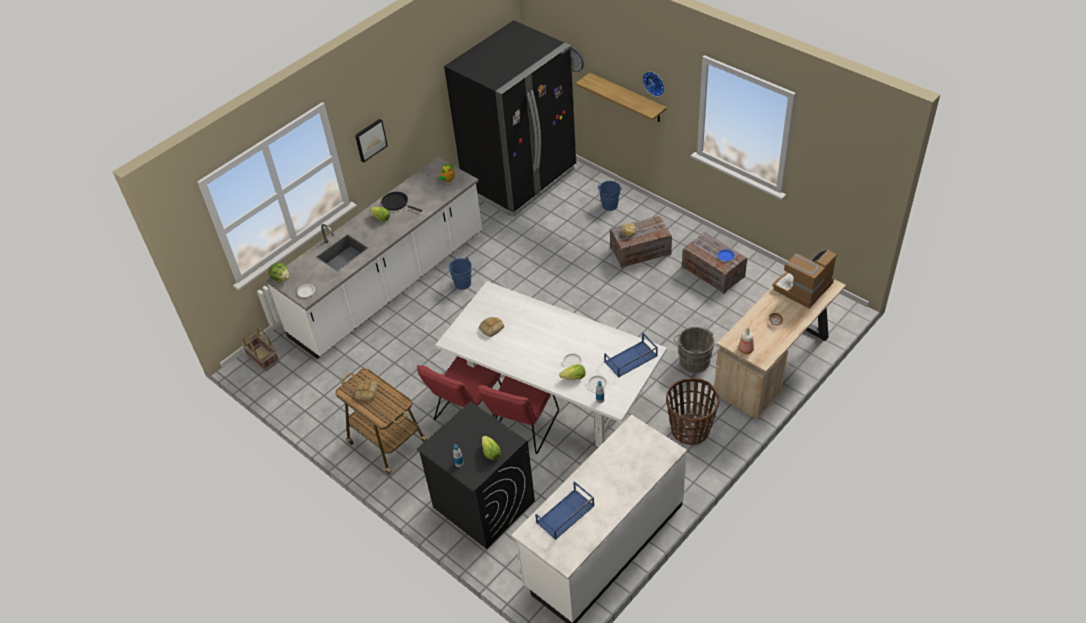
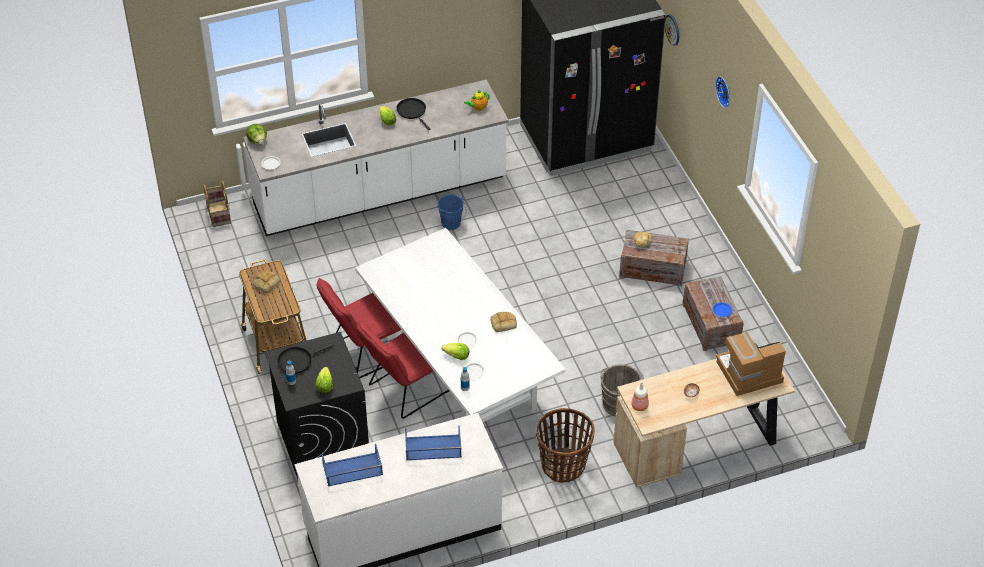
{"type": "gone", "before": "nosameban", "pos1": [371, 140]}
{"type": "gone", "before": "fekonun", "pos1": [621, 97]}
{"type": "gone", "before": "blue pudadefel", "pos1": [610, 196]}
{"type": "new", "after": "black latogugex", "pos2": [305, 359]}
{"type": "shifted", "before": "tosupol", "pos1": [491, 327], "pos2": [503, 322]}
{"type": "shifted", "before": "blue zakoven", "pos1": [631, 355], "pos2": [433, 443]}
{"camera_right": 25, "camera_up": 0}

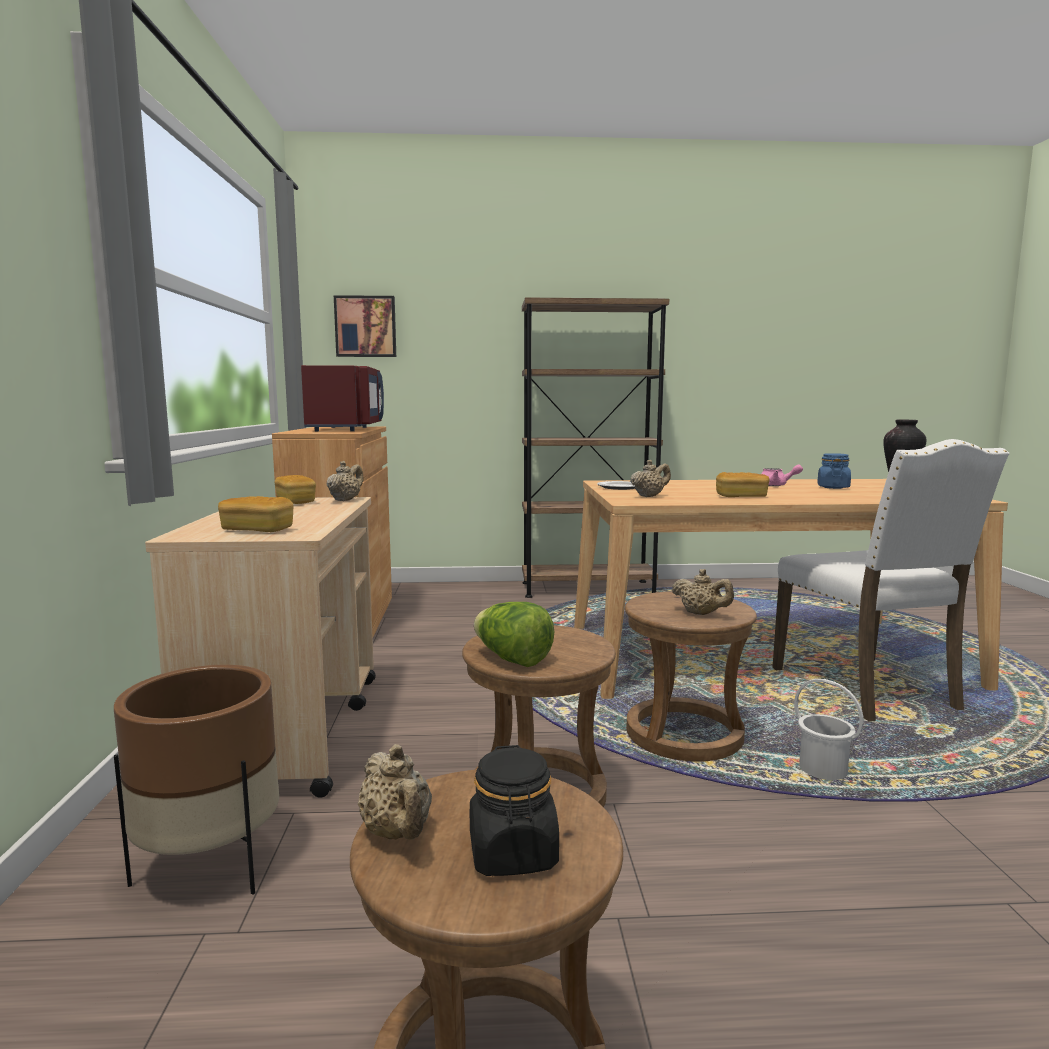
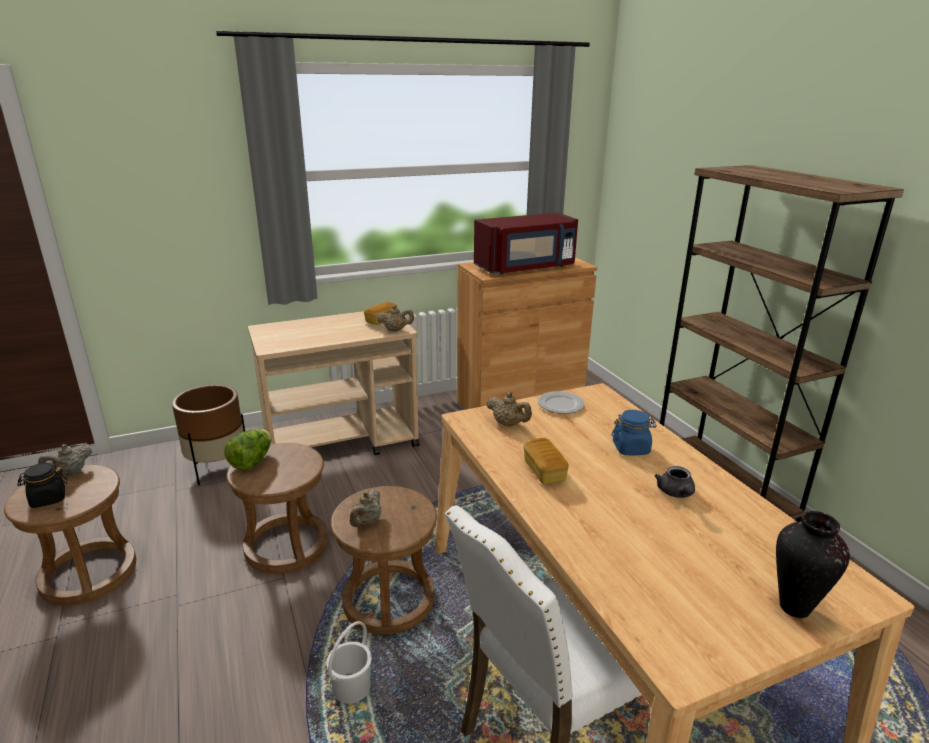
{"type": "gone", "before": "tosupol", "pos1": [256, 514]}
{"type": "gone", "before": "nosameban", "pos1": [365, 326]}
{"type": "shifted", "before": "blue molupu", "pos1": [834, 471], "pos2": [634, 432]}
{"type": "repainted", "before": "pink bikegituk", "after": "grey bikegituk", "pos1": [782, 475], "pos2": [674, 482]}
{"camera_right": 70, "camera_up": 15}

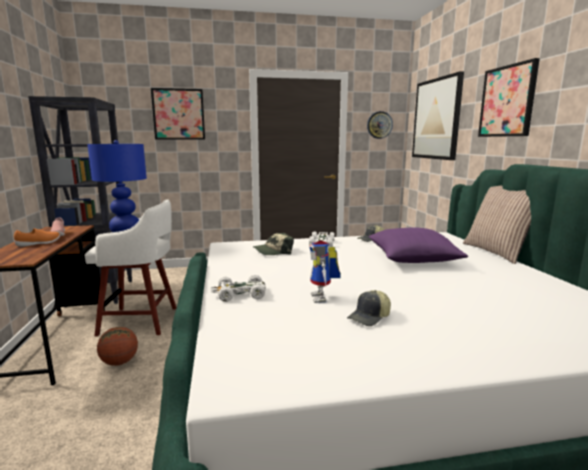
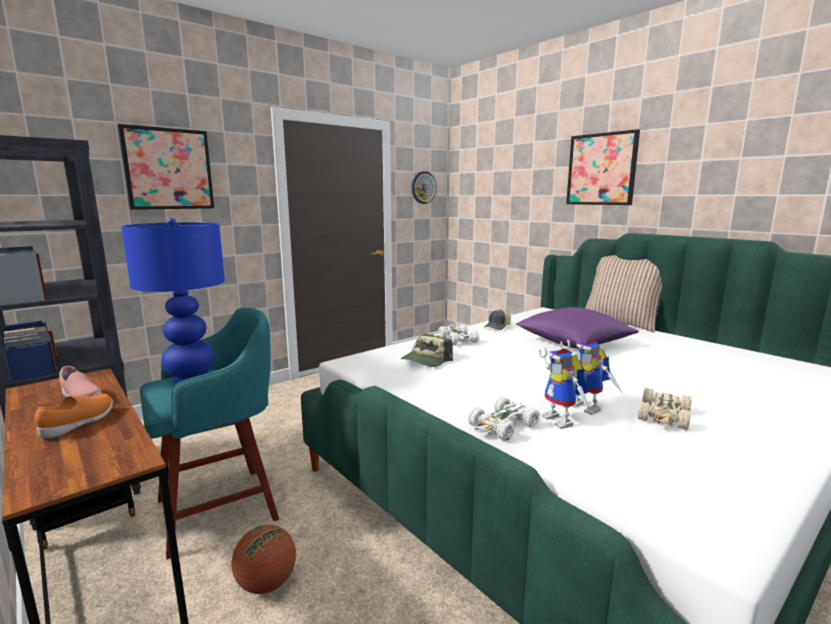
{"type": "gone", "before": "nosameban", "pos1": [438, 115]}
{"type": "new", "after": "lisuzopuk", "pos2": [564, 388]}
{"type": "swapped", "before": "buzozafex", "after": "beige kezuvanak", "pos1": [369, 308], "pos2": [665, 409]}
{"type": "repainted", "before": "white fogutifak", "after": "turquoise fogutifak", "pos1": [131, 267], "pos2": [209, 434]}
{"camera_right": -30, "camera_up": 0}

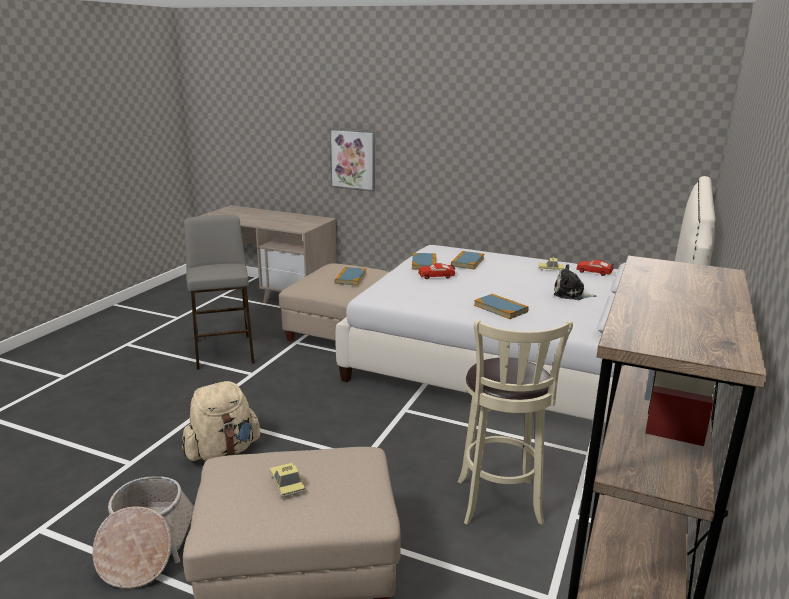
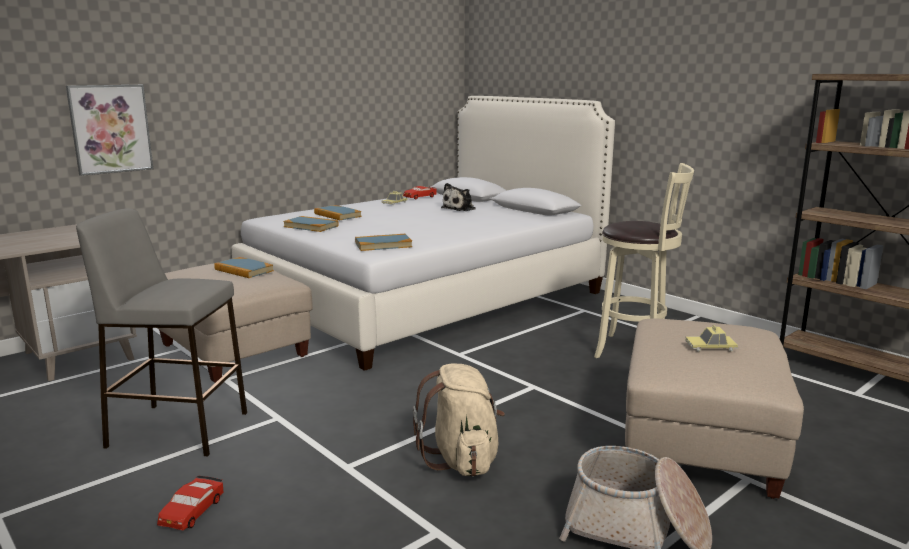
{"type": "shifted", "before": "red kezuvanak", "pos1": [437, 271], "pos2": [190, 503]}
{"type": "shifted", "before": "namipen", "pos1": [501, 306], "pos2": [383, 242]}
{"camera_right": -65, "camera_up": -5}

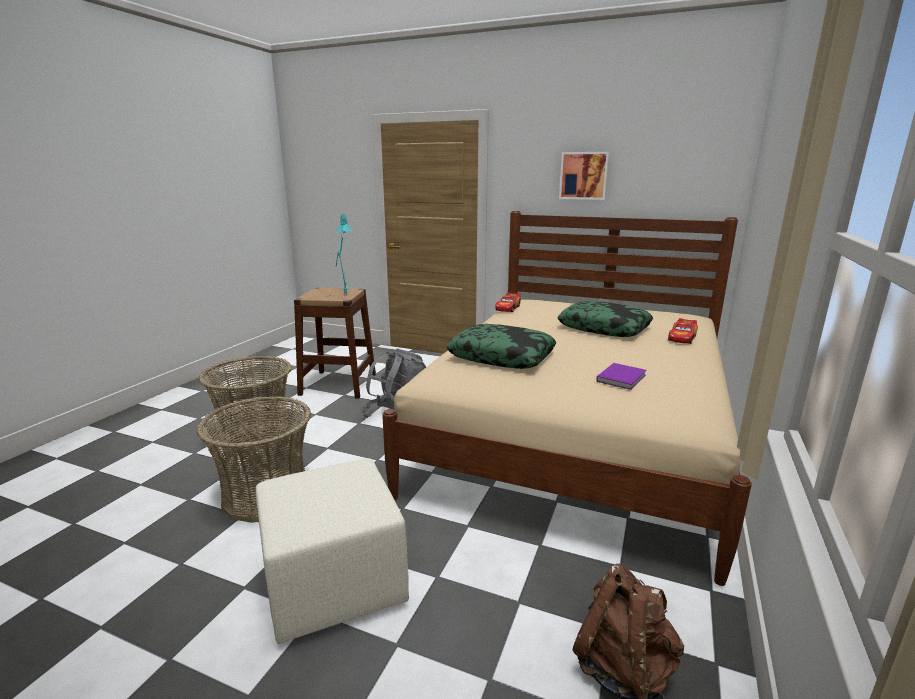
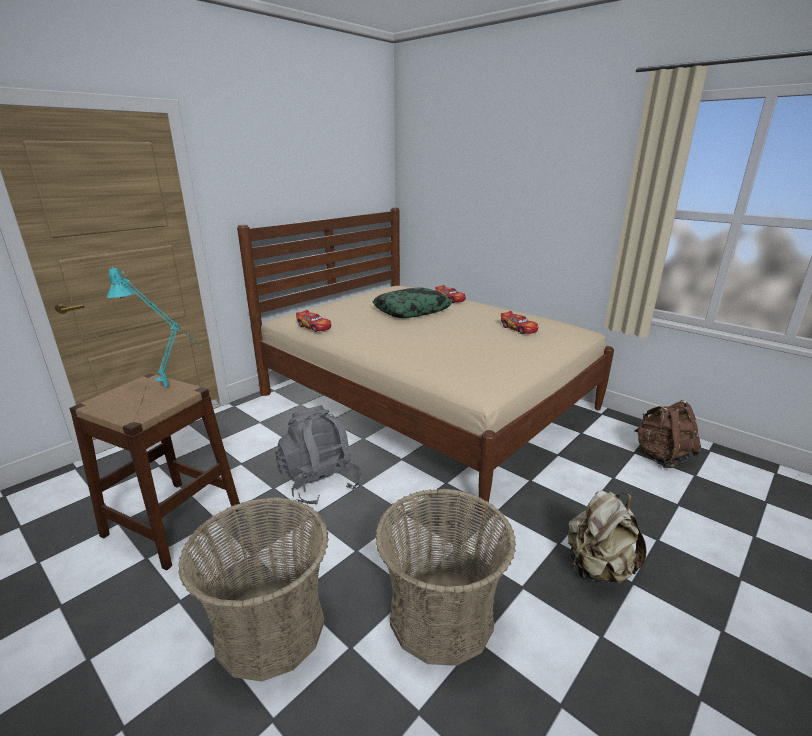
{"type": "gone", "before": "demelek", "pos1": [502, 346]}
{"type": "gone", "before": "nosameban", "pos1": [584, 176]}
{"type": "swapped", "before": "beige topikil", "after": "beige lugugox", "pos1": [332, 551], "pos2": [607, 536]}
{"type": "swapped", "before": "purple namipen", "after": "kezuvanak", "pos1": [621, 376], "pos2": [519, 322]}
{"camera_right": -70, "camera_up": 5}

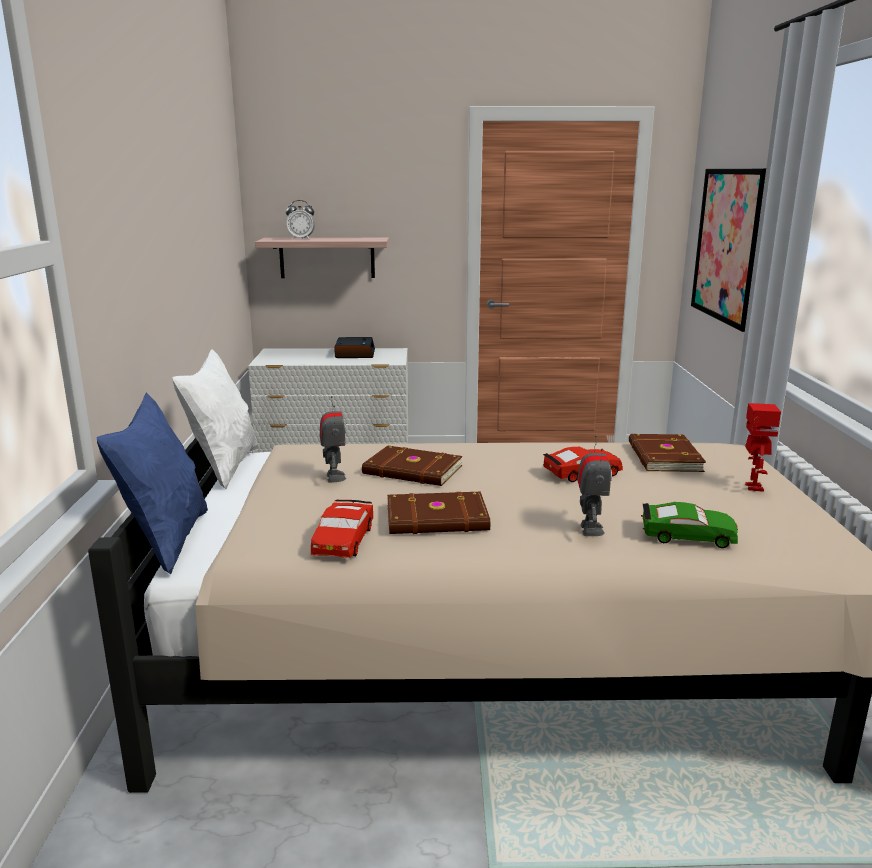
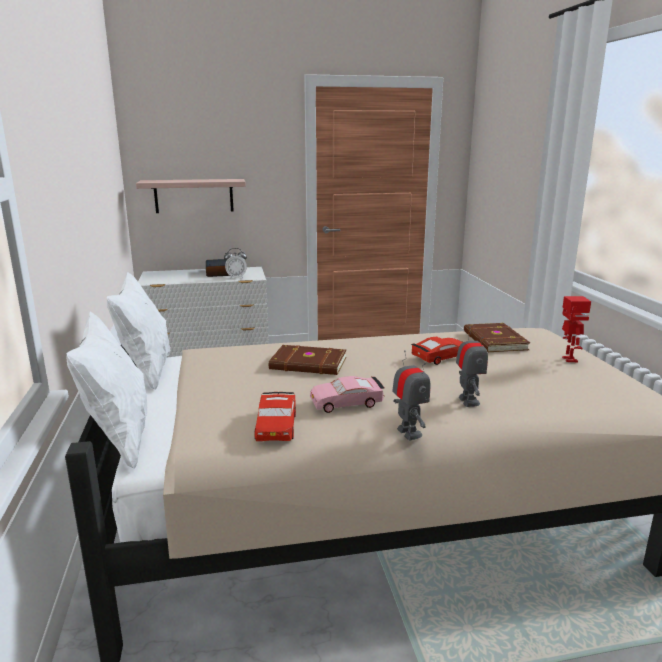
{"type": "gone", "before": "green kezuvanak", "pos1": [689, 525]}
{"type": "gone", "before": "nosameban", "pos1": [728, 250]}
{"type": "shifted", "before": "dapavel", "pos1": [300, 220], "pos2": [235, 263]}
{"type": "shifted", "before": "lisuzopuk", "pos1": [333, 439], "pos2": [411, 395]}
{"type": "swapped", "before": "brown namipen", "after": "pink kezuvanak", "pos1": [438, 513], "pos2": [347, 394]}
{"type": "repainted", "before": "blue demelek", "after": "white demelek", "pos1": [152, 483], "pos2": [106, 390]}
{"camera_right": -10, "camera_up": 0}

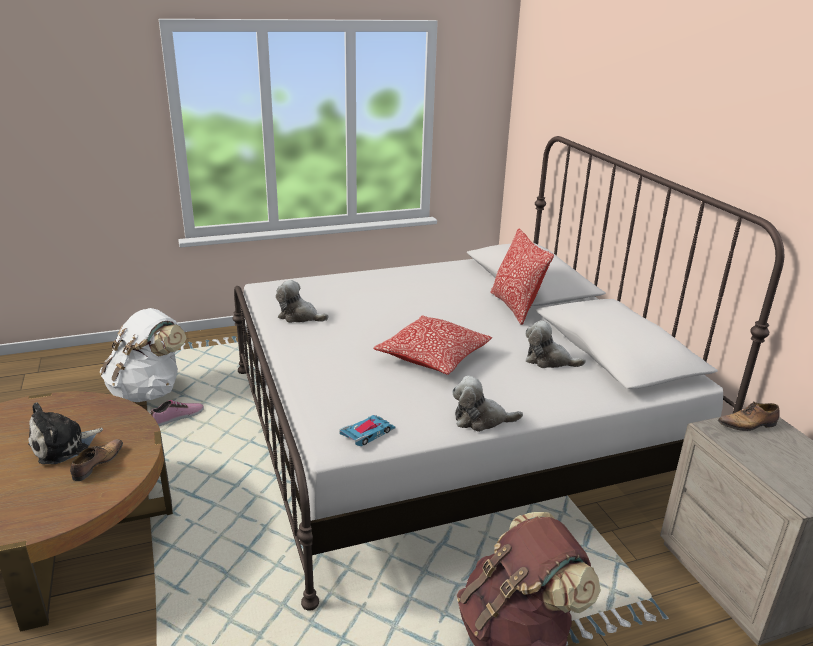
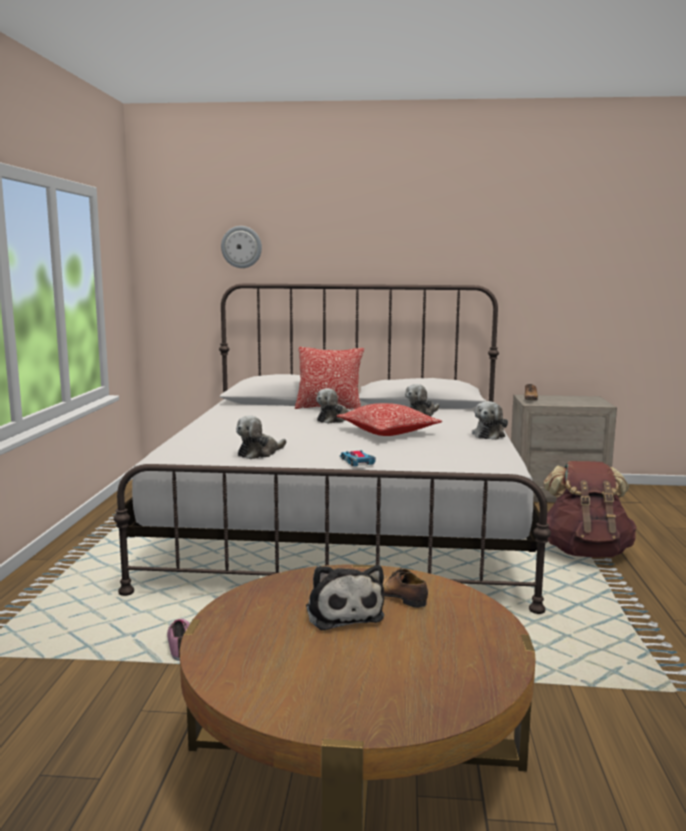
{"type": "gone", "before": "white lugugox", "pos1": [143, 355]}
{"type": "new", "after": "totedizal", "pos2": [241, 247]}
{"type": "new", "after": "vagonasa", "pos2": [335, 406]}
{"type": "shifted", "before": "kezuvanak", "pos1": [367, 430], "pos2": [358, 458]}
{"camera_right": -65, "camera_up": -15}

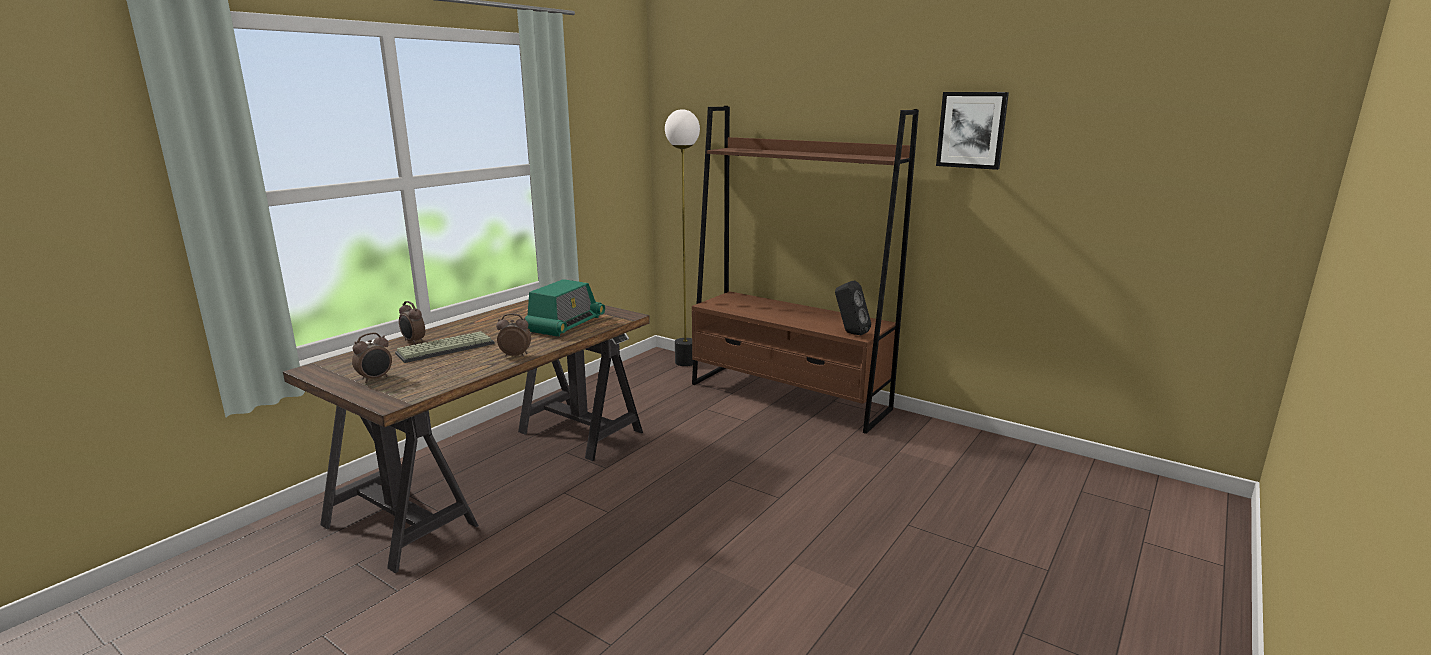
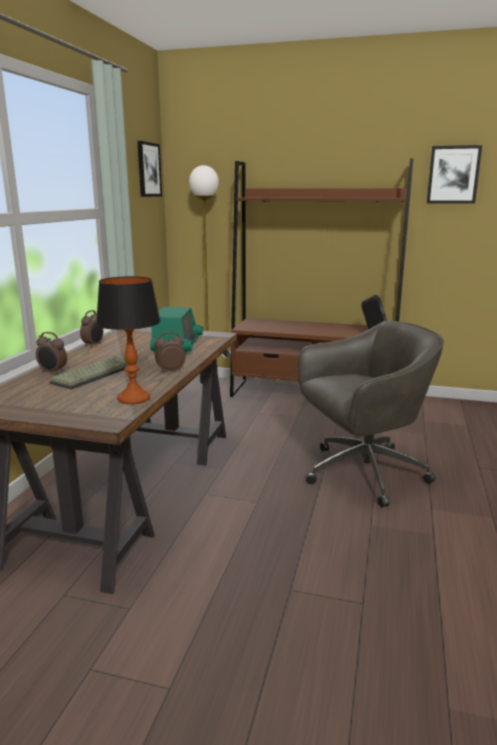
{"type": "new", "after": "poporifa", "pos2": [128, 340]}
{"type": "new", "after": "nosameban", "pos2": [149, 169]}
{"type": "new", "after": "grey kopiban", "pos2": [371, 414]}
{"type": "shifted", "before": "dapavel", "pos1": [372, 358], "pos2": [91, 328]}
{"camera_right": -20, "camera_up": 0}

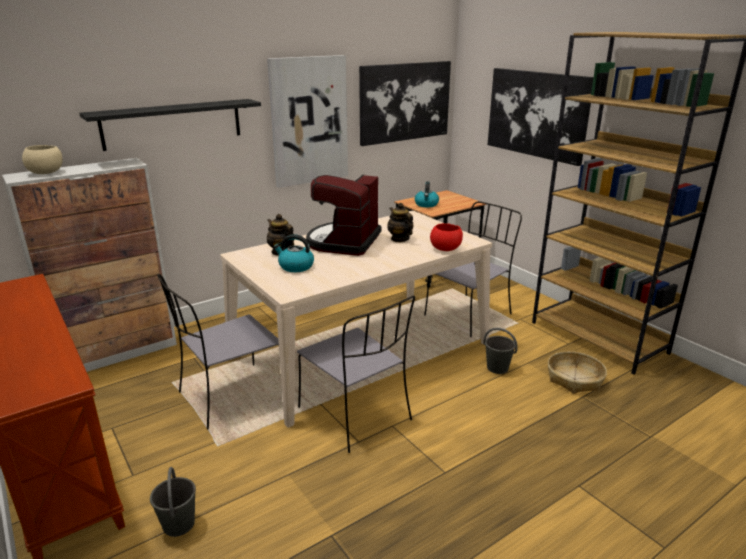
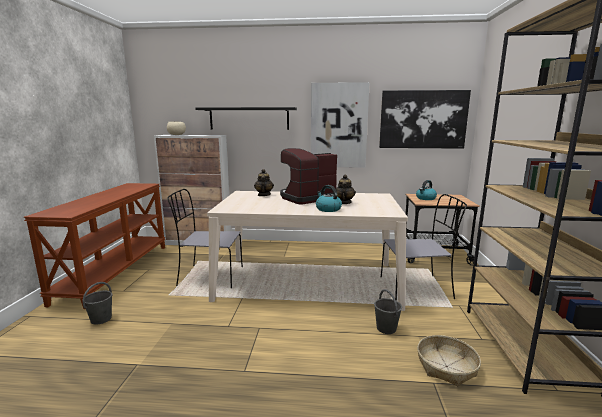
{"type": "gone", "before": "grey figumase", "pos1": [356, 374]}
{"type": "gone", "before": "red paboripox", "pos1": [446, 237]}
{"type": "gone", "before": "nosameban", "pos1": [541, 117]}
{"type": "shifted", "before": "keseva", "pos1": [293, 253], "pos2": [329, 198]}
{"camera_right": 40, "camera_up": -10}

